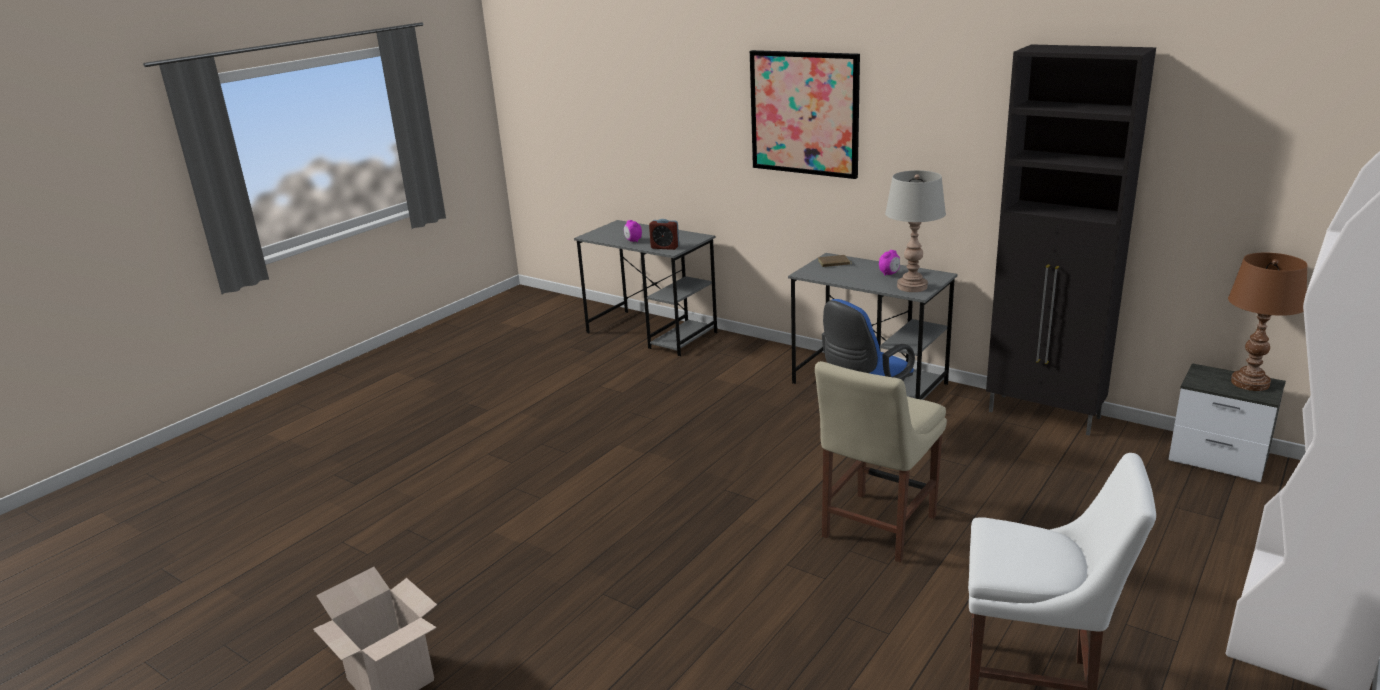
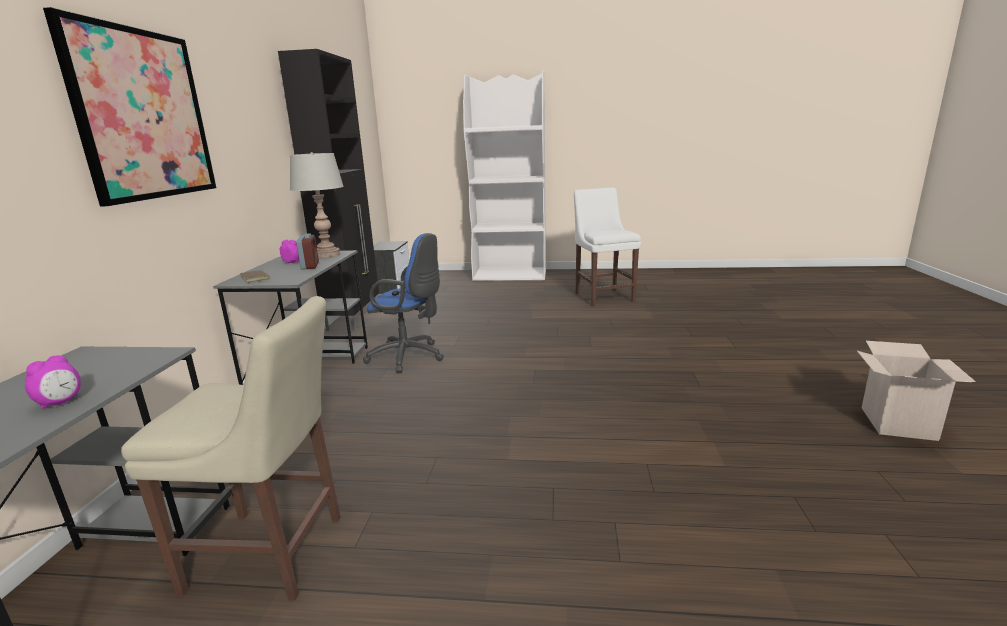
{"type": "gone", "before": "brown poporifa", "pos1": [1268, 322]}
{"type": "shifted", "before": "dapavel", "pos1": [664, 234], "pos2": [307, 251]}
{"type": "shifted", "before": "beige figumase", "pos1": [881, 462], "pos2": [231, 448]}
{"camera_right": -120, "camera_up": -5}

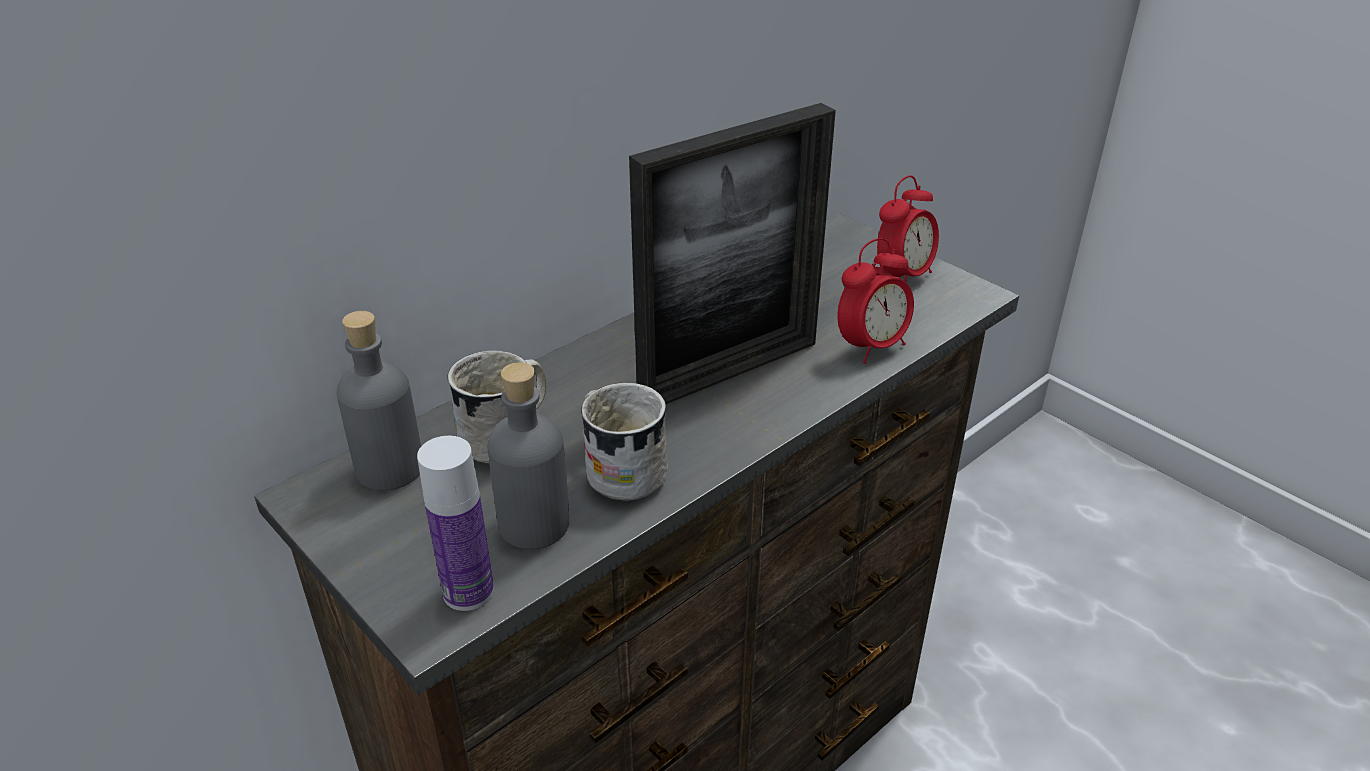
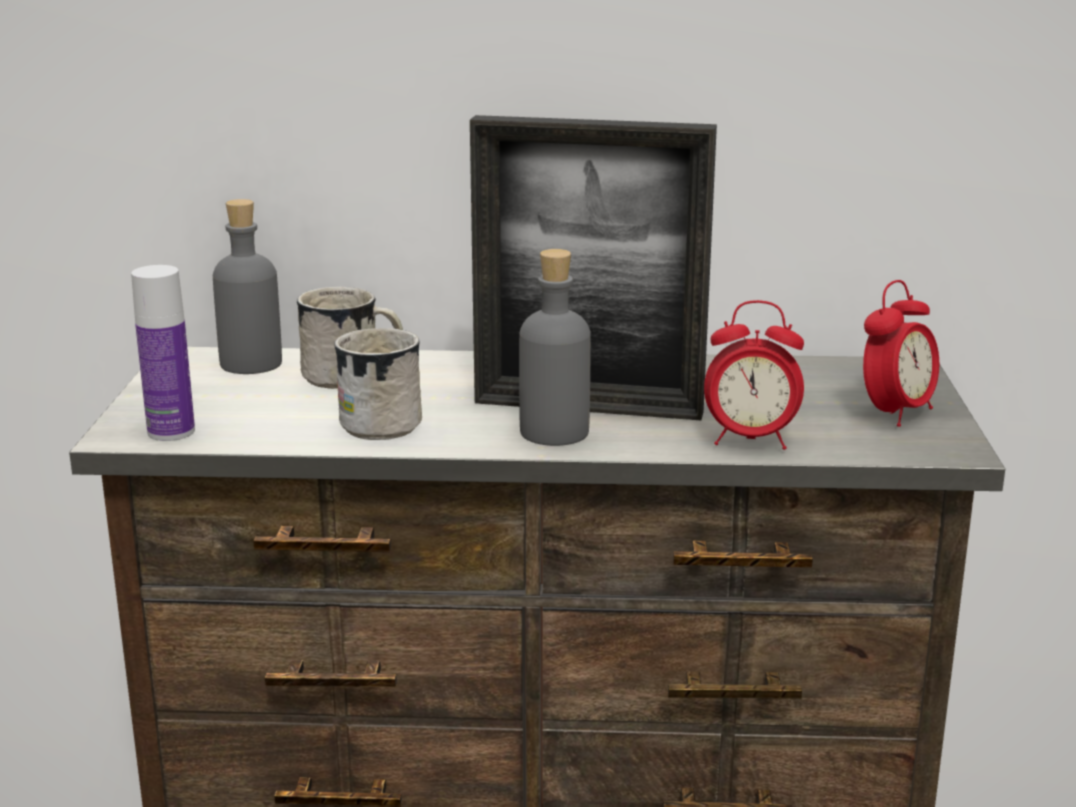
{"type": "shifted", "before": "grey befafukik", "pos1": [528, 455], "pos2": [555, 347]}
{"type": "rotated", "before": "dapavel", "pos1": [908, 228], "pos2": [901, 353], "turn": -45}
{"camera_right": 45, "camera_up": -15}

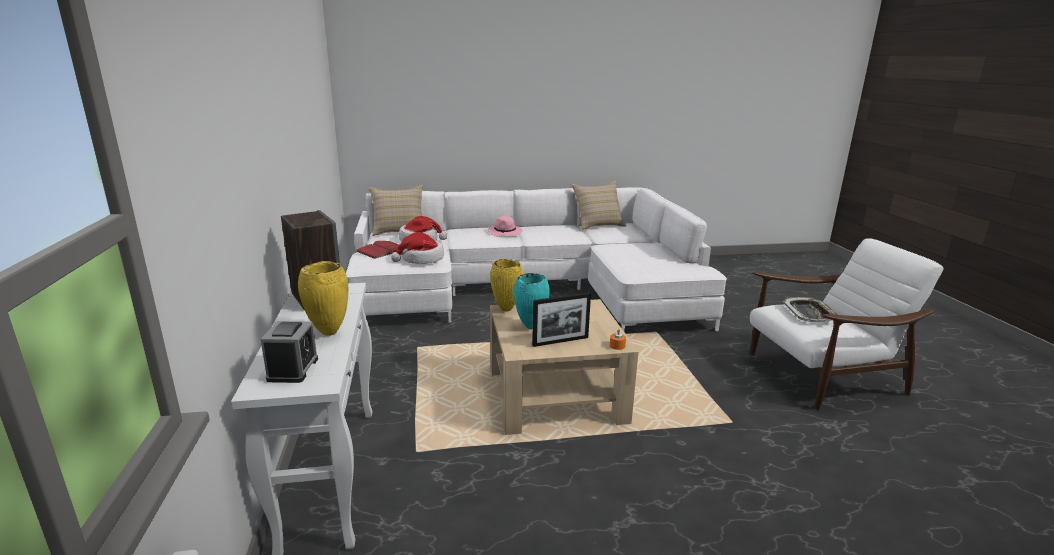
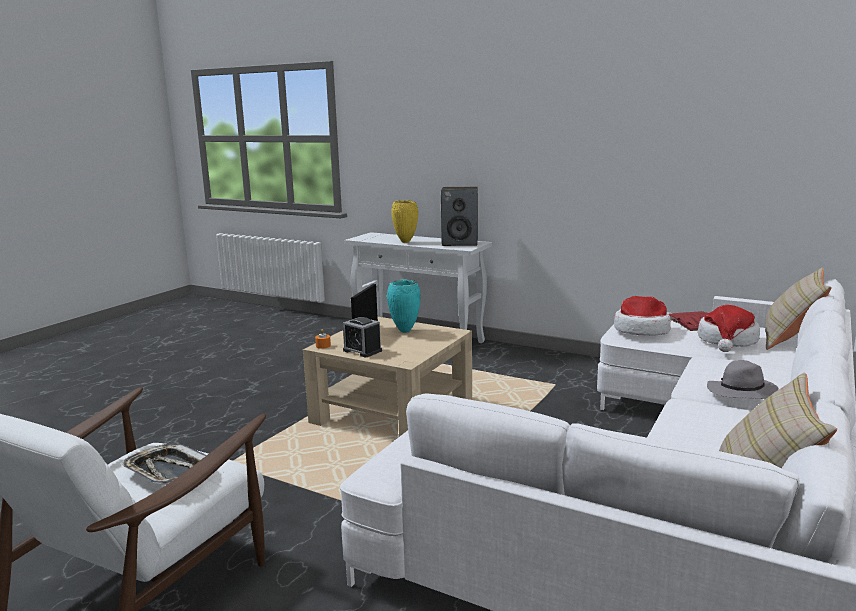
{"type": "gone", "before": "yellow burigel", "pos1": [506, 285]}
{"type": "shifted", "before": "dapavel", "pos1": [289, 352], "pos2": [362, 337]}
{"type": "repainted", "before": "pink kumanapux", "after": "grey kumanapux", "pos1": [505, 226], "pos2": [743, 379]}
{"camera_right": 130, "camera_up": -5}

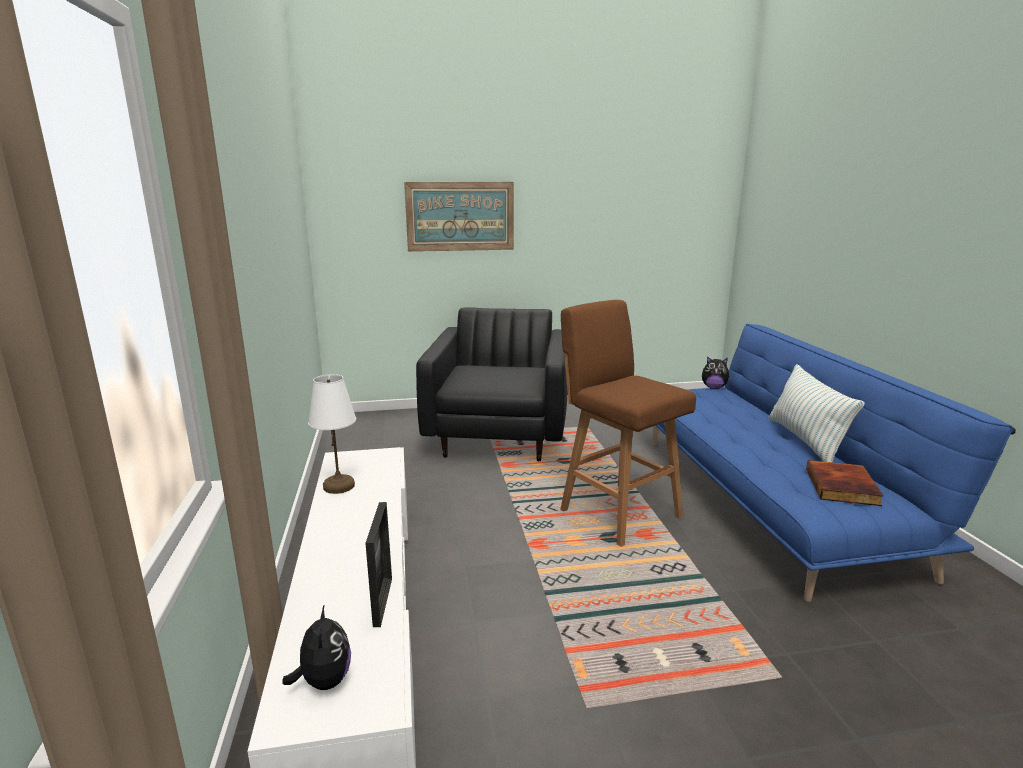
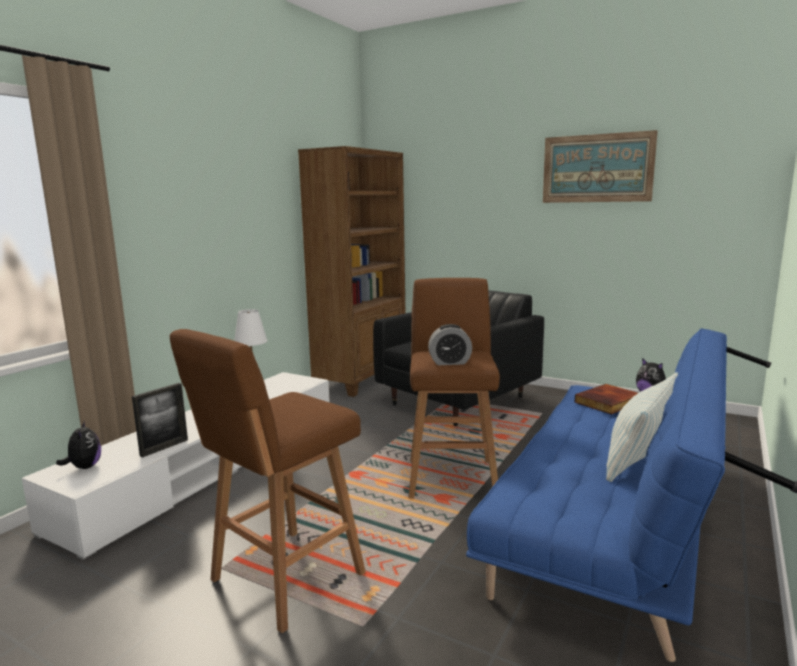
{"type": "new", "after": "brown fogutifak", "pos2": [268, 481]}
{"type": "new", "after": "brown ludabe", "pos2": [351, 271]}
{"type": "new", "after": "dapavel", "pos2": [450, 344]}
{"type": "shifted", "before": "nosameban", "pos1": [459, 217], "pos2": [600, 166]}
{"type": "shifted", "before": "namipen", "pos1": [845, 483], "pos2": [606, 399]}
{"type": "rotated", "before": "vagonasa", "pos1": [316, 648], "pos2": [78, 444], "turn": -45}
{"camera_right": 40, "camera_up": -5}

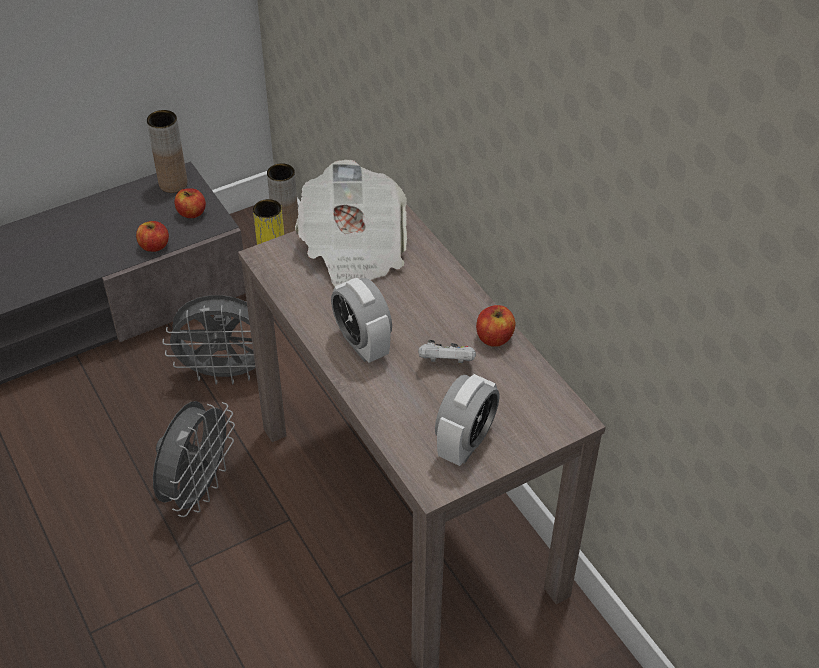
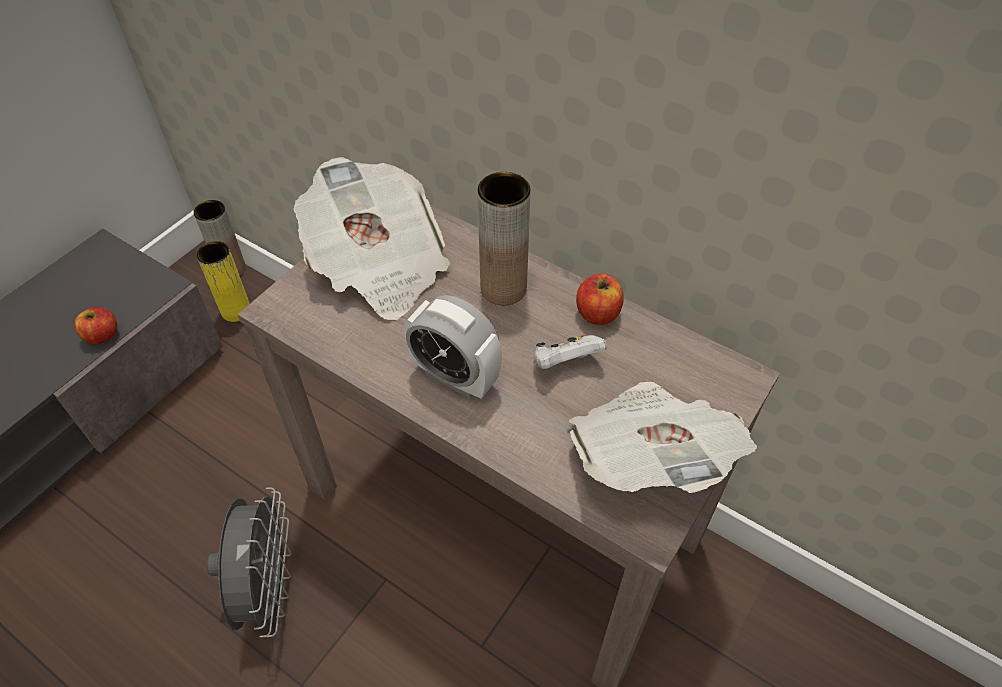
{"type": "gone", "before": "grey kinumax", "pos1": [208, 340]}
{"type": "gone", "before": "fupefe", "pos1": [190, 203]}
{"type": "shifted", "before": "brown burigel", "pos1": [167, 151], "pos2": [504, 238]}
{"type": "swapped", "before": "dapavel", "after": "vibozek", "pos1": [467, 420], "pos2": [663, 437]}
{"camera_right": -25, "camera_up": 5}

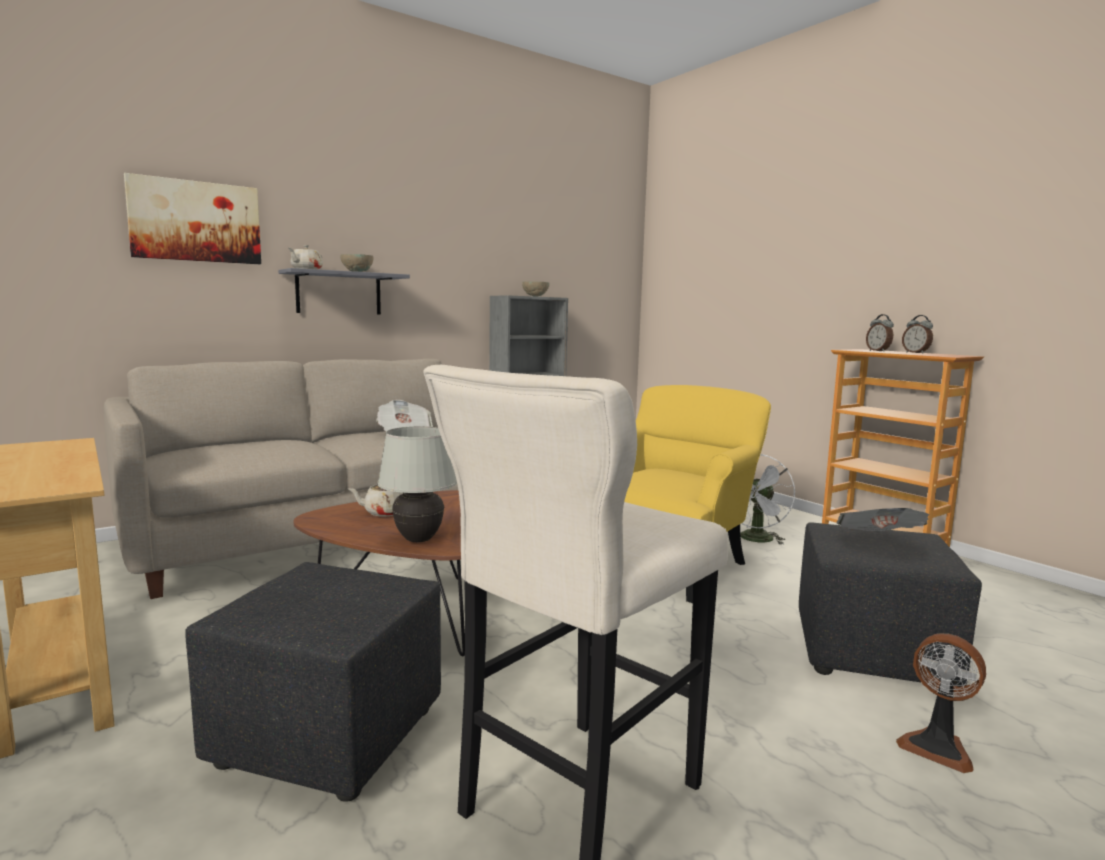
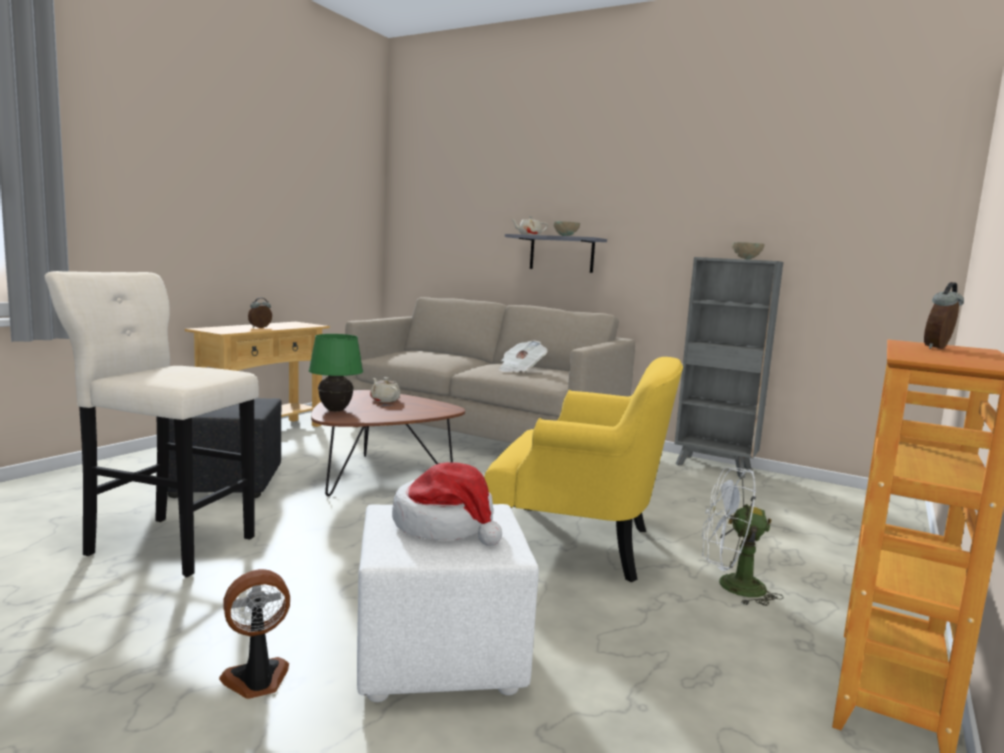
{"type": "gone", "before": "nosameban", "pos1": [192, 218]}
{"type": "shifted", "before": "dapavel", "pos1": [917, 334], "pos2": [260, 312]}
{"type": "swapped", "before": "vibozek", "after": "kumanapux", "pos1": [883, 519], "pos2": [447, 504]}
{"type": "repainted", "before": "white poporifa", "after": "green poporifa", "pos1": [417, 484], "pos2": [336, 372]}
{"type": "repainted", "before": "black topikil", "after": "white topikil", "pos1": [890, 605], "pos2": [448, 603]}
{"type": "rotated", "before": "kinumax", "pos1": [941, 703], "pos2": [254, 634], "turn": 45}
{"camera_right": 65, "camera_up": 0}

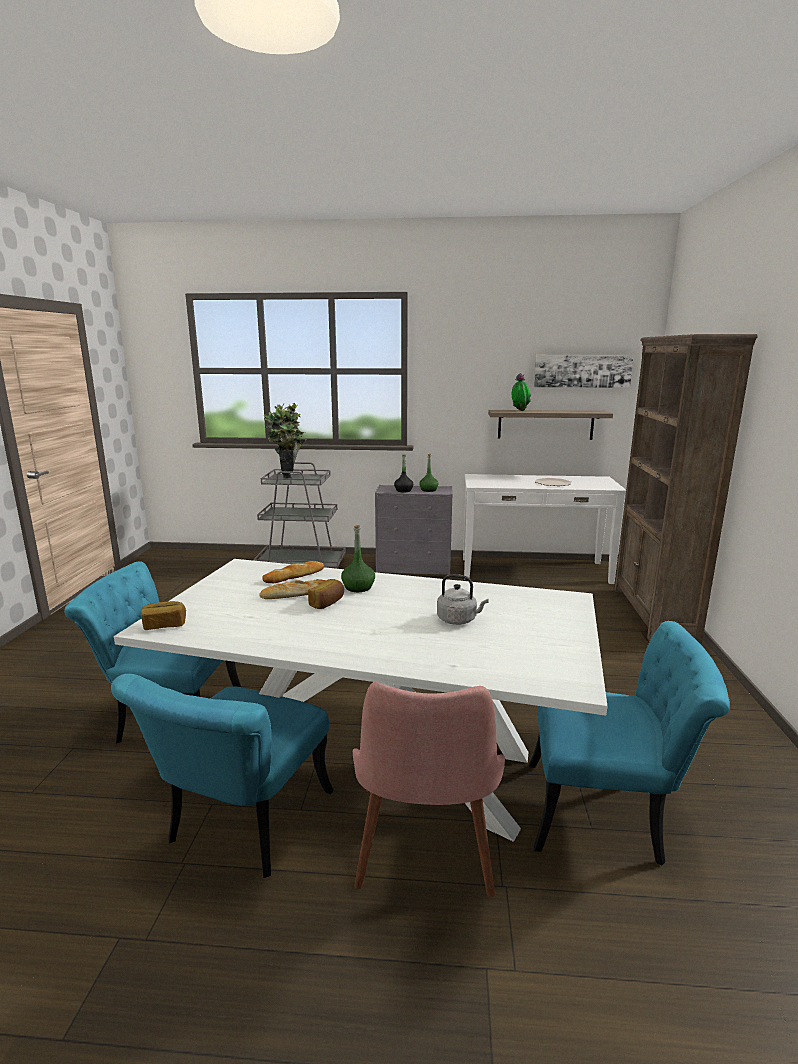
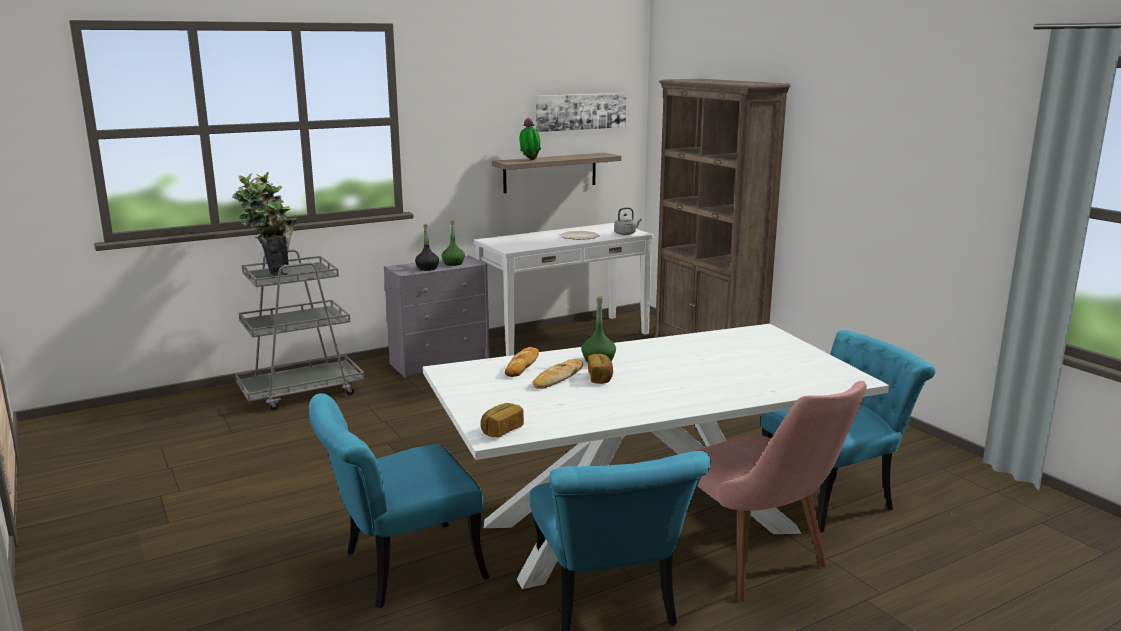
{"type": "shifted", "before": "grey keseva", "pos1": [463, 599], "pos2": [628, 221]}
{"camera_right": -35, "camera_up": 0}

